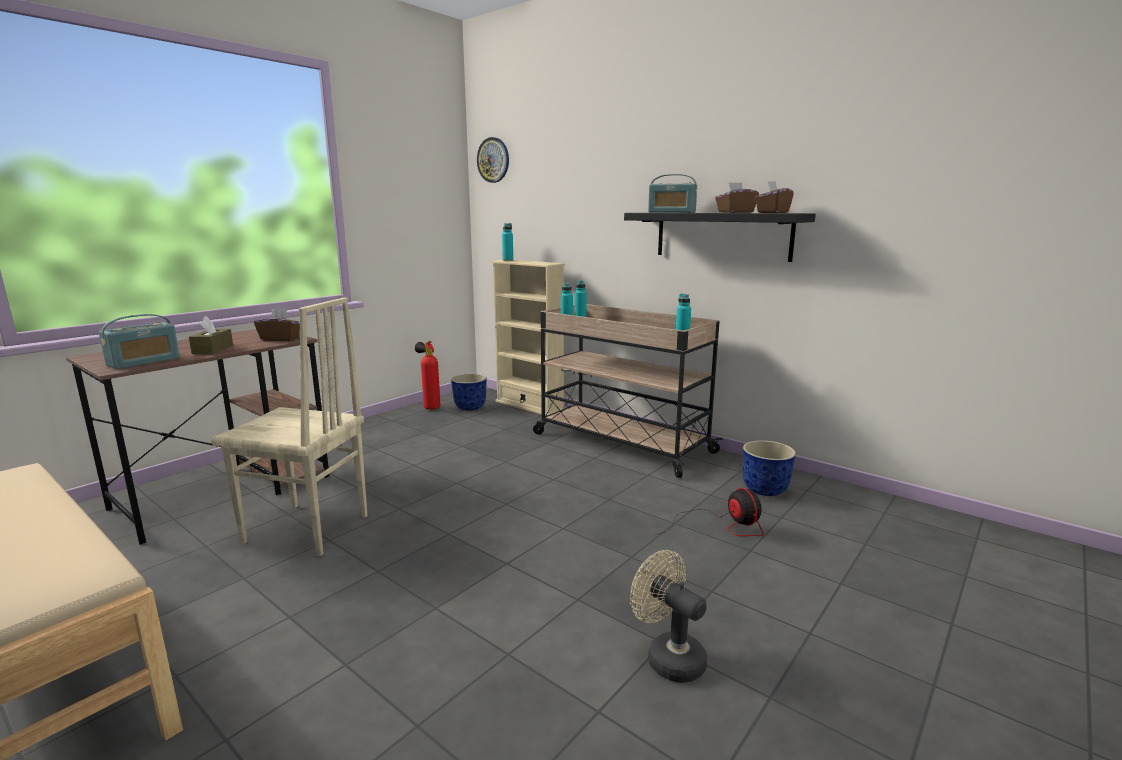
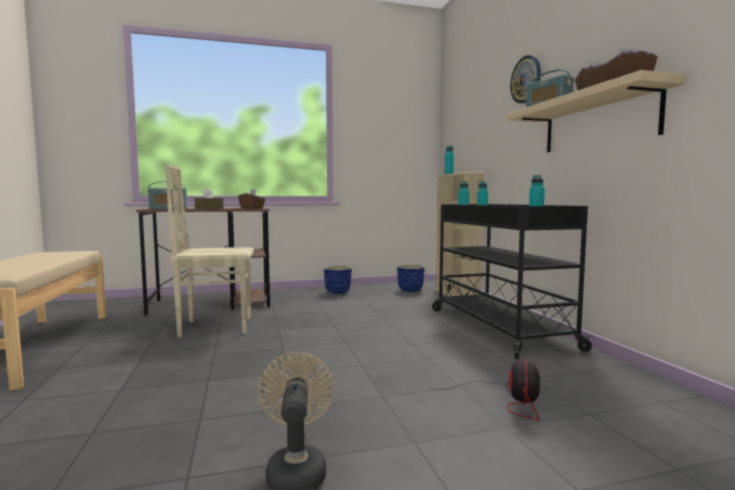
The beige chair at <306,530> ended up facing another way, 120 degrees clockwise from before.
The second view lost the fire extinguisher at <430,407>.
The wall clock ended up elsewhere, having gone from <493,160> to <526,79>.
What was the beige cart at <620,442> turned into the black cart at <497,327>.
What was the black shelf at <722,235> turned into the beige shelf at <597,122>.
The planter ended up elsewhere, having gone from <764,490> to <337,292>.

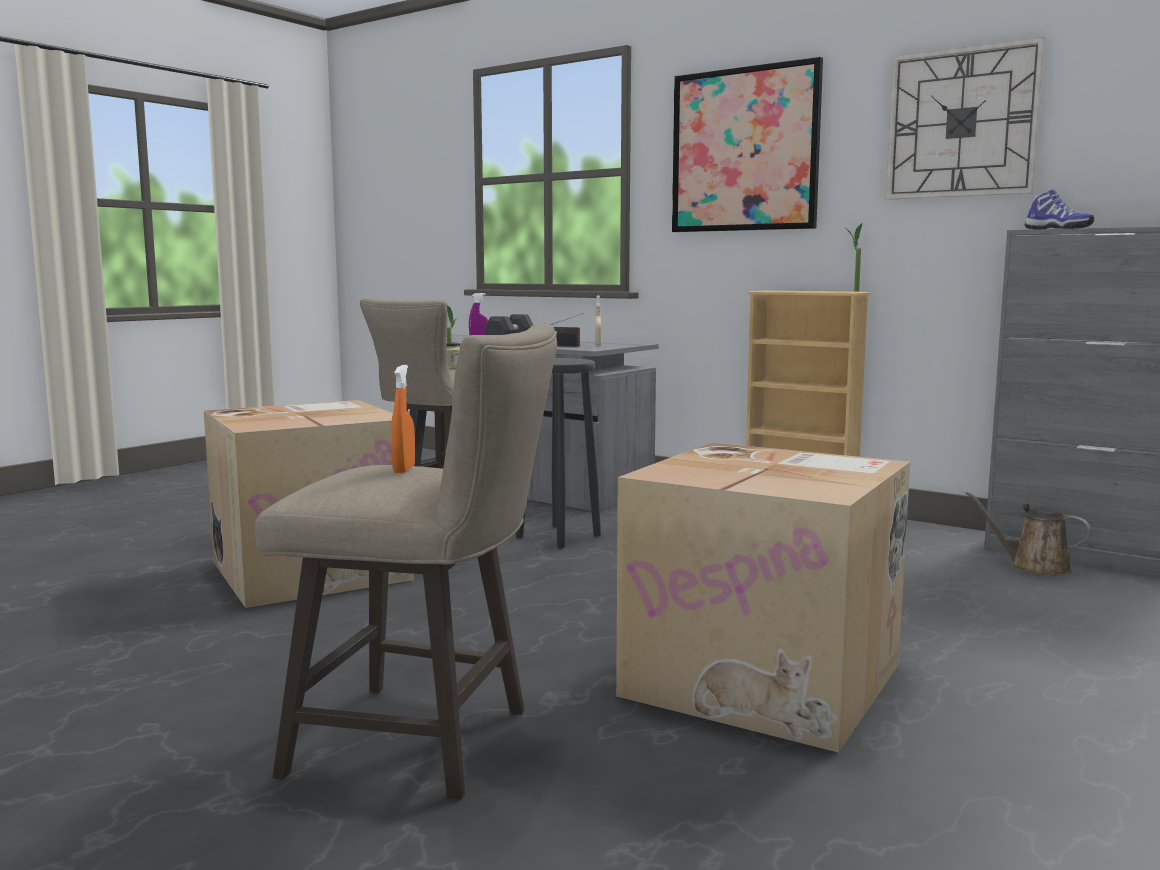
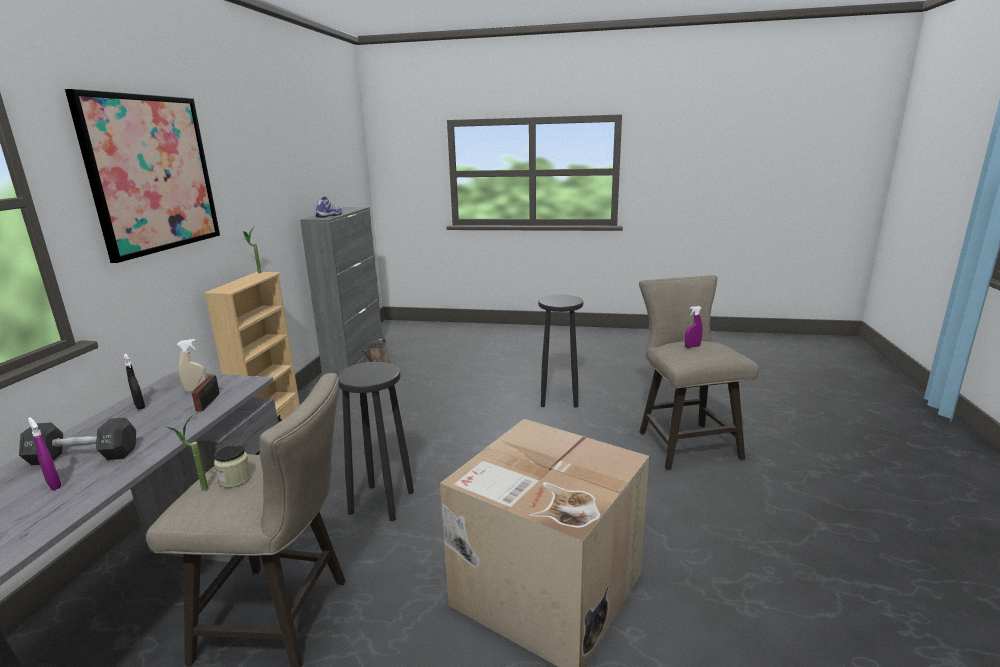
What was the orange spray bottle at <404,469> turned into the purple spray bottle at <692,347>.
Where the cardboard box stood at <767,679>, the black stool came to stand at <559,398>.
The second view lost the wall clock at <962,123>.
The second view gained the black spray bottle at <140,406>.

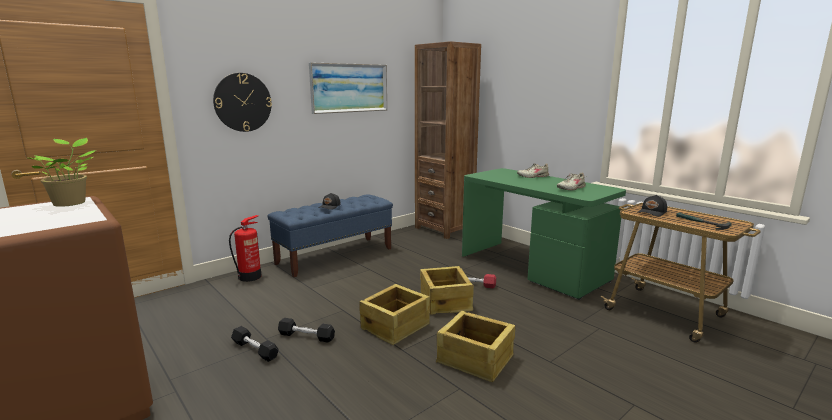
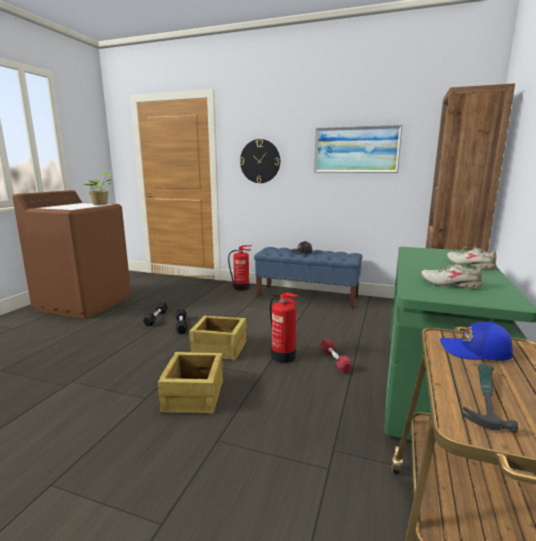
Where the crate stood at <445,301>, the fire extinguisher came to stand at <283,357>.
What was the black cap at <652,212> turned into the blue cap at <475,351>.

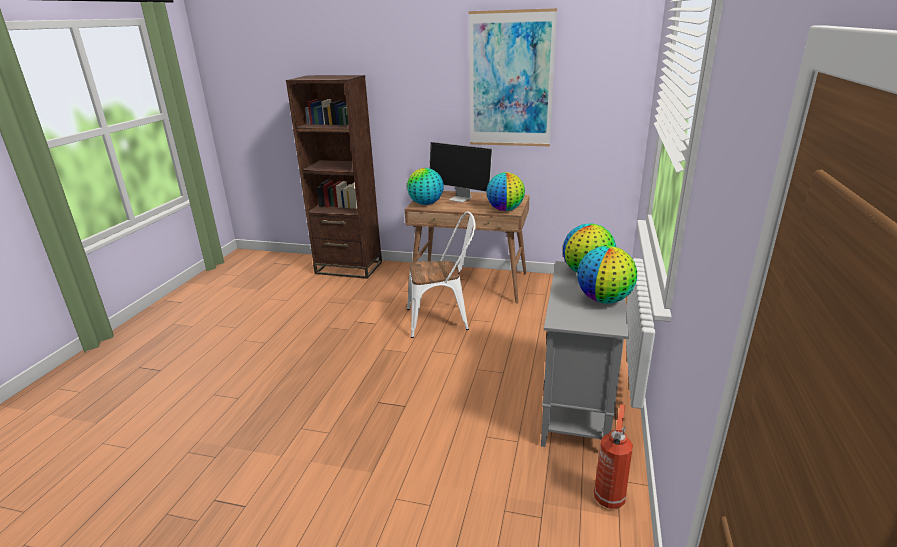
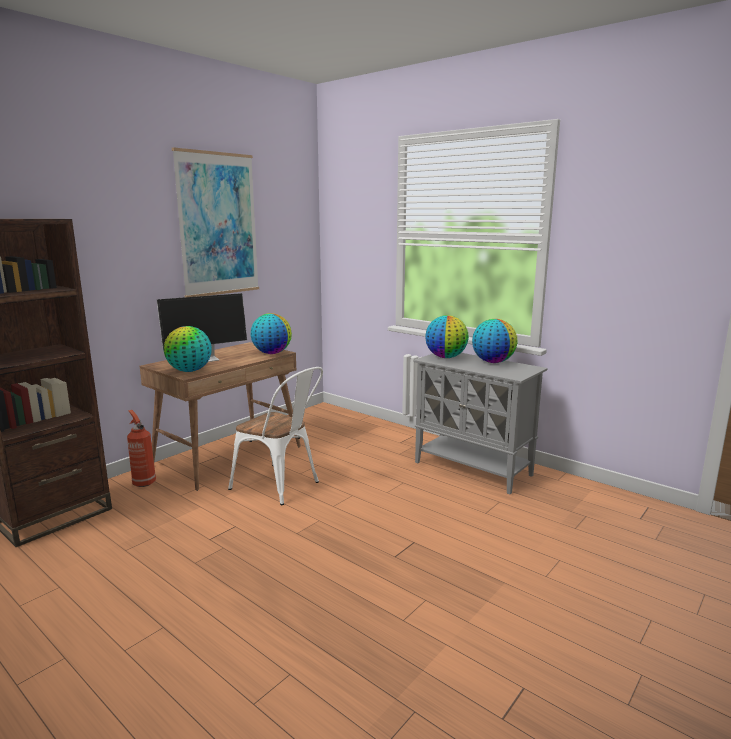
The white chair at <443,319> ended up facing another way, 105 degrees clockwise from before.
The fire extinguisher ended up elsewhere, having gone from <609,496> to <143,482>.

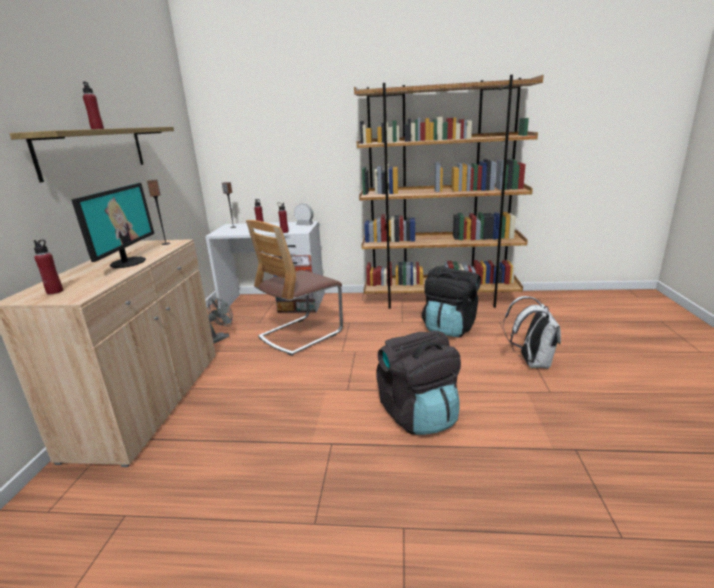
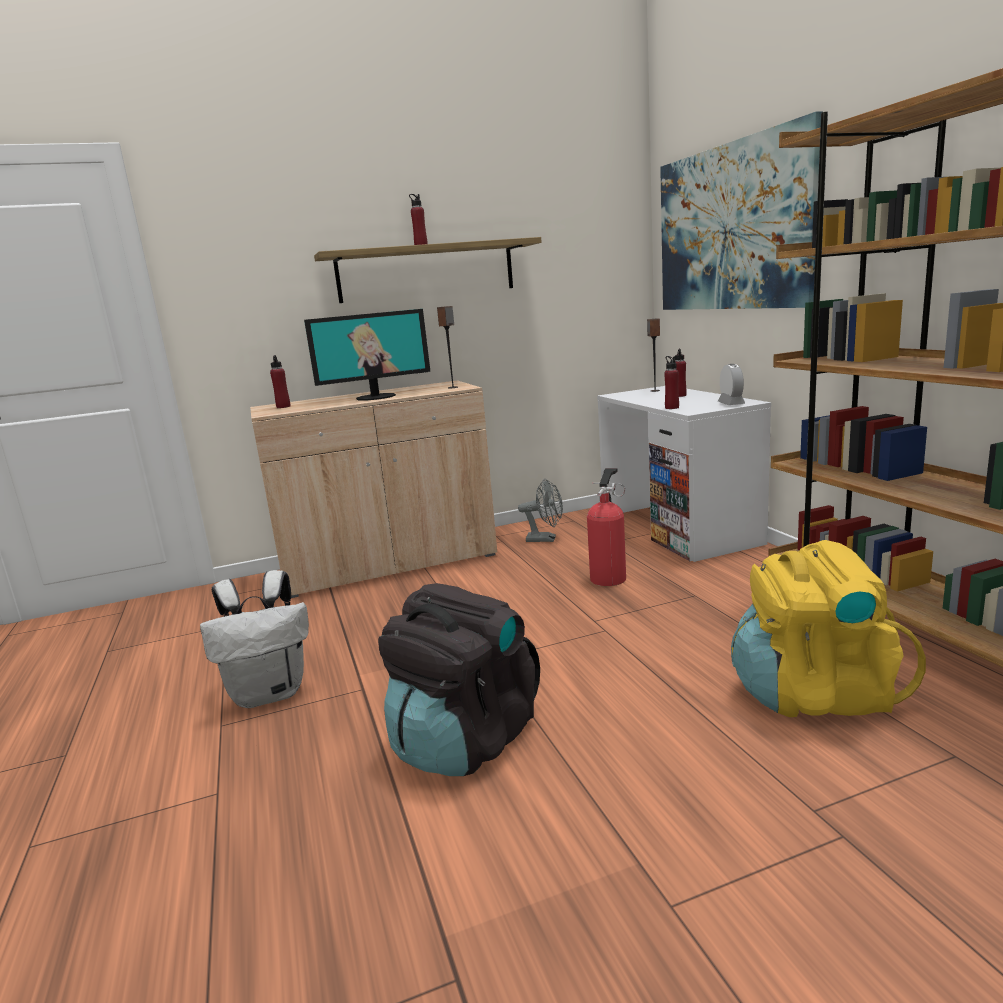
Where the chair stood at <301,334>, the fire extinguisher came to stand at <609,577>.
What was the black backpack at <450,328> turned into the yellow backpack at <814,694>.
The white backpack ended up elsewhere, having gone from <532,362> to <271,693>.
The second view gained the picture at <731,228>.

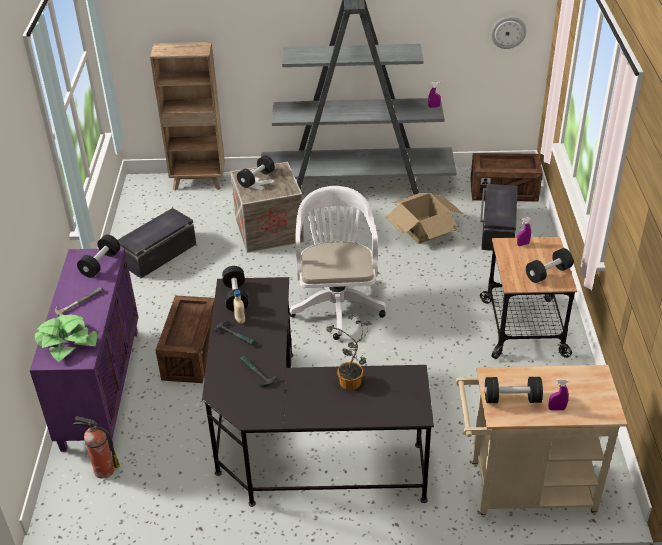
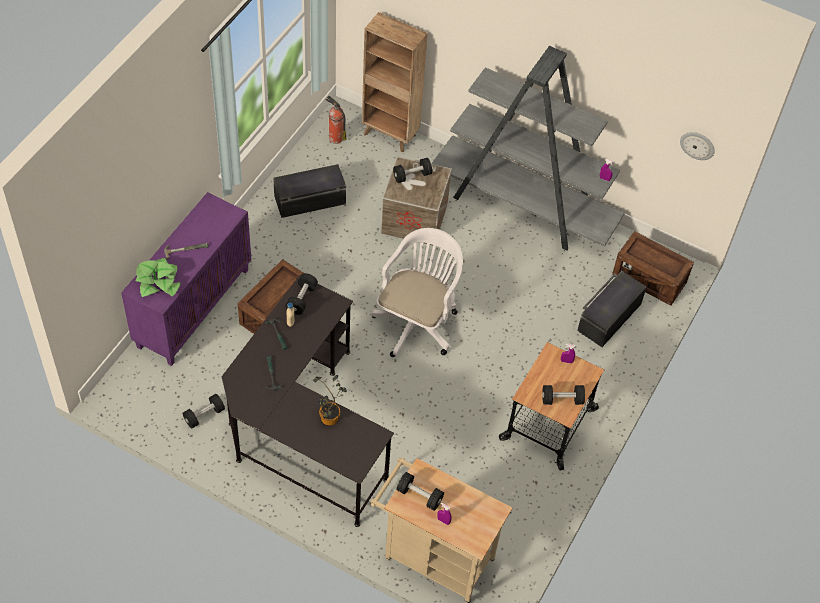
The fire extinguisher ended up elsewhere, having gone from <103,470> to <335,138>.
The black dumbbell ended up elsewhere, having gone from <100,264> to <204,415>.
The second view lost the cardboard box at <423,229>.

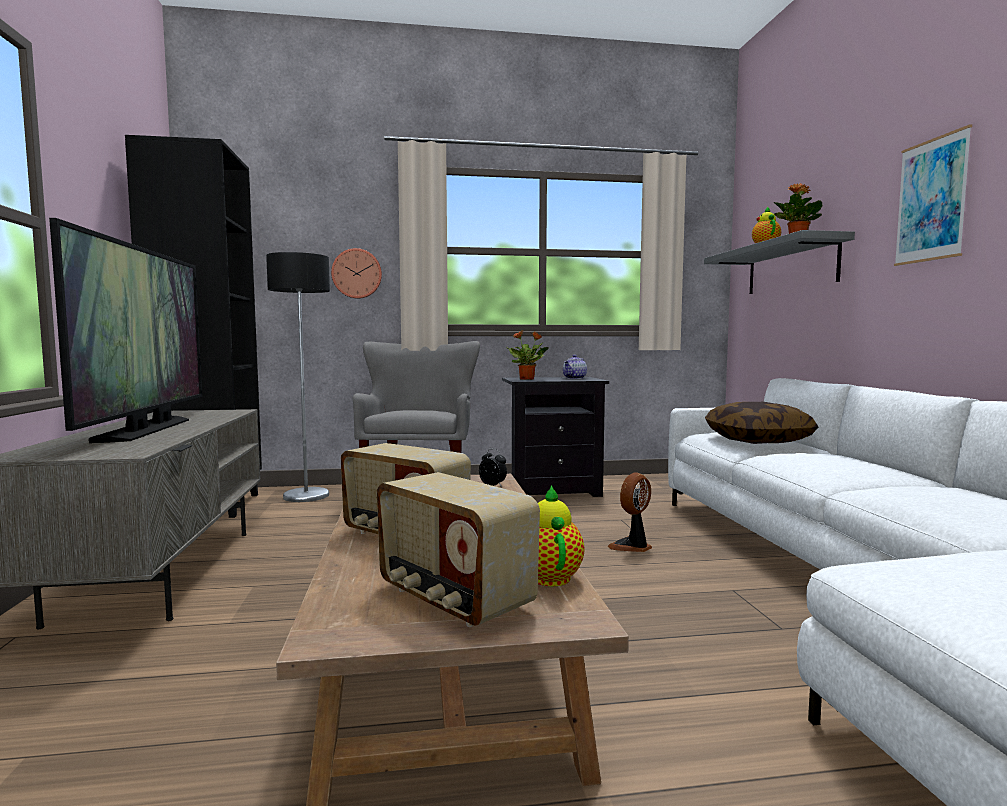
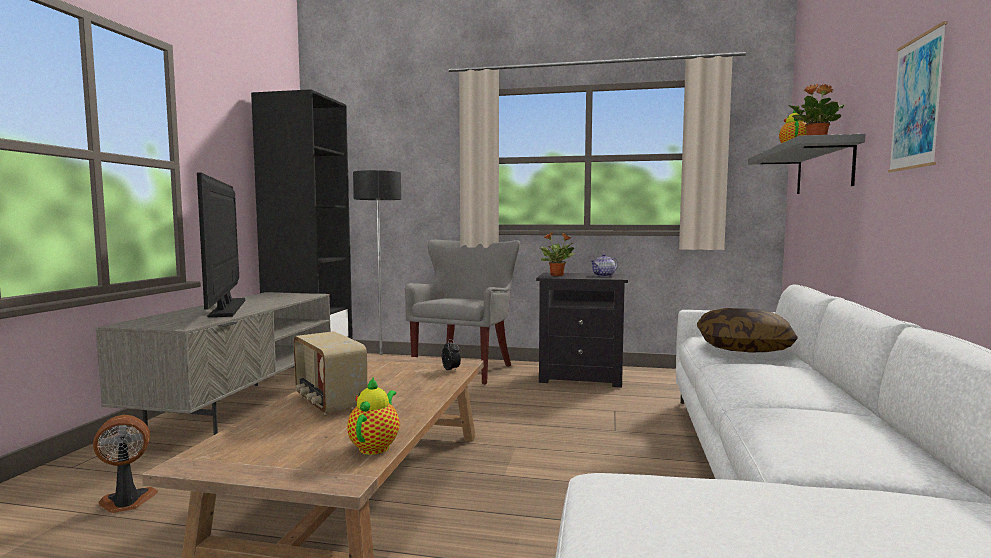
The television at <146,430> ended up facing another way, 150 degrees clockwise from before.
The second view lost the wall clock at <357,274>.
The second view lost the radio at <452,598>.
The fan ended up elsewhere, having gone from <632,547> to <127,502>.

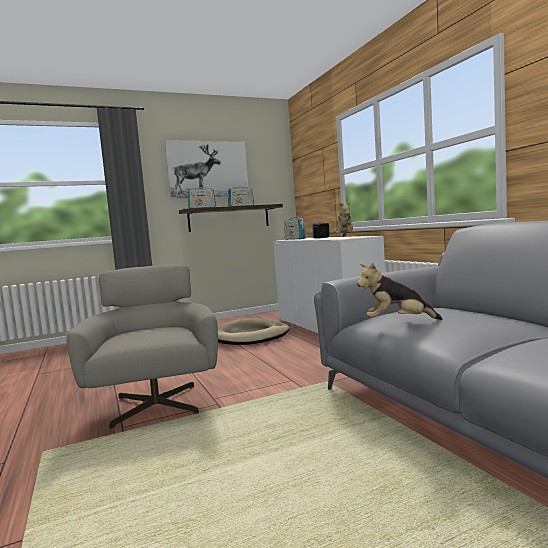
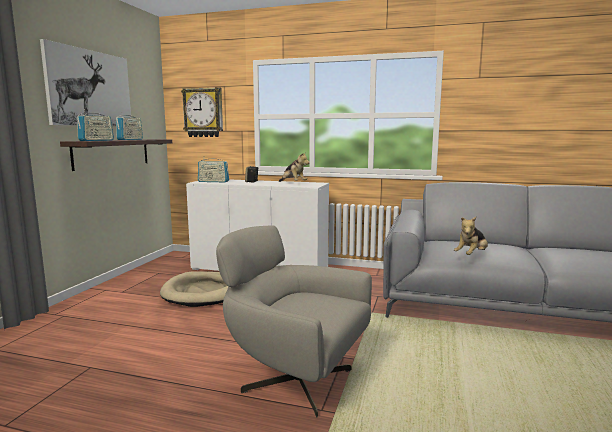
The second view gained the wall clock at <203,112>.

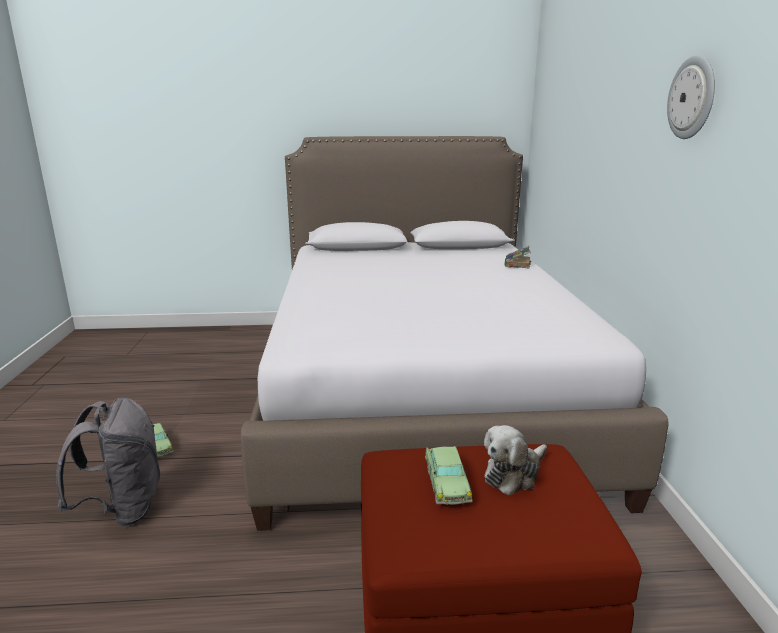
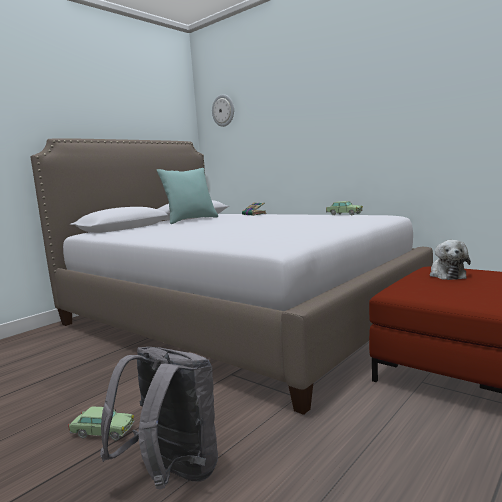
The toy car ended up elsewhere, having gone from <446,484> to <344,214>.
The wall clock ended up elsewhere, having gone from <692,98> to <223,110>.
The second view gained the turquoise pillow at <190,220>.

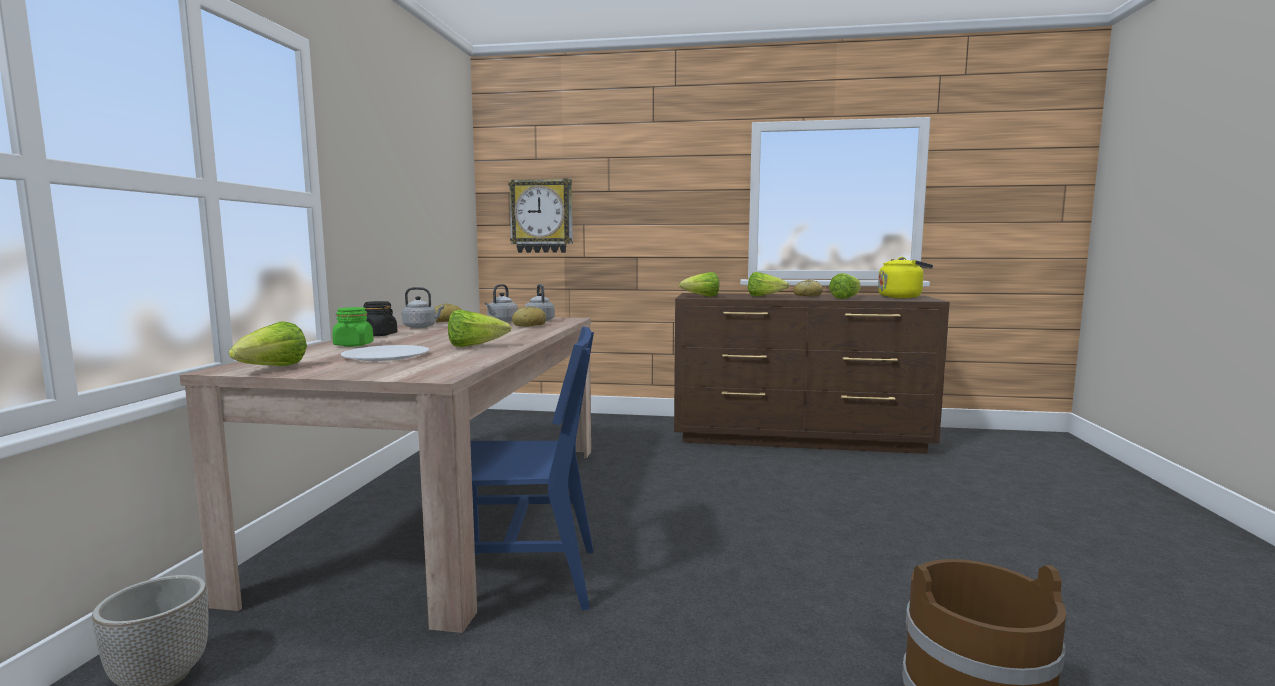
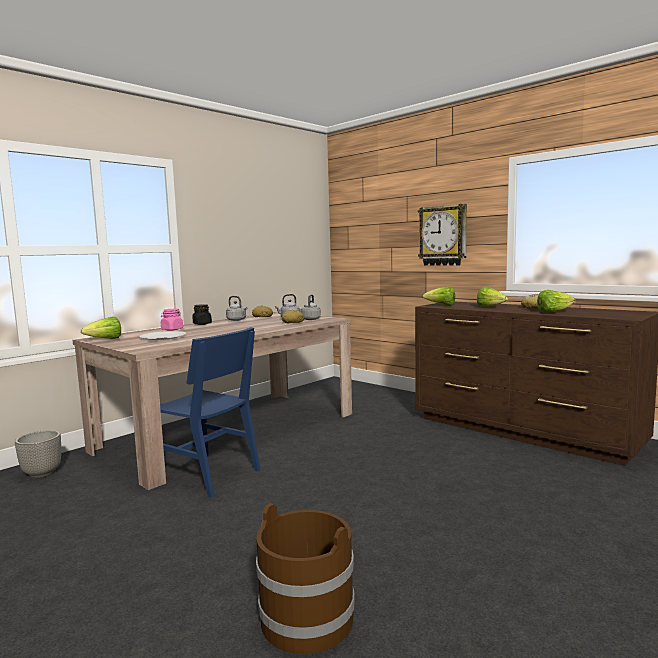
What was the green jar at <353,345> turned into the pink jar at <172,329>.
The second view lost the lettuce at <474,346>.
The wall clock ended up elsewhere, having gone from <542,216> to <443,236>.
The second view lost the yellow kettle at <901,297>.

